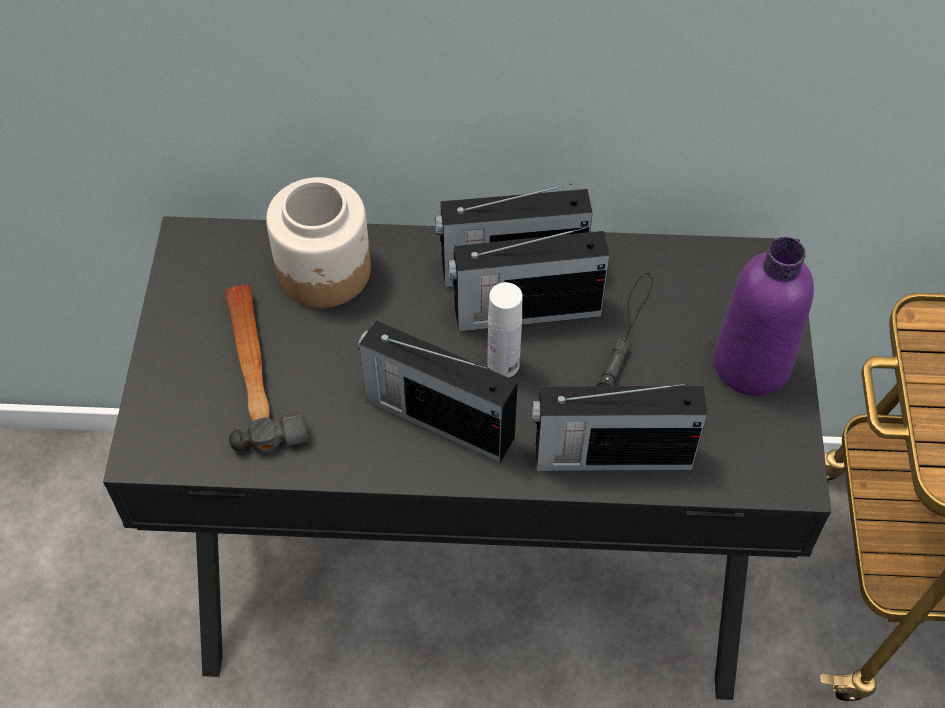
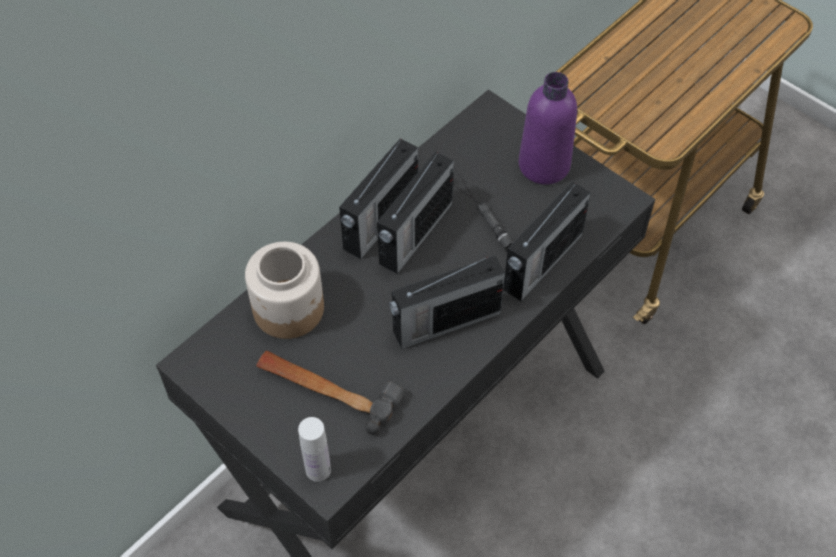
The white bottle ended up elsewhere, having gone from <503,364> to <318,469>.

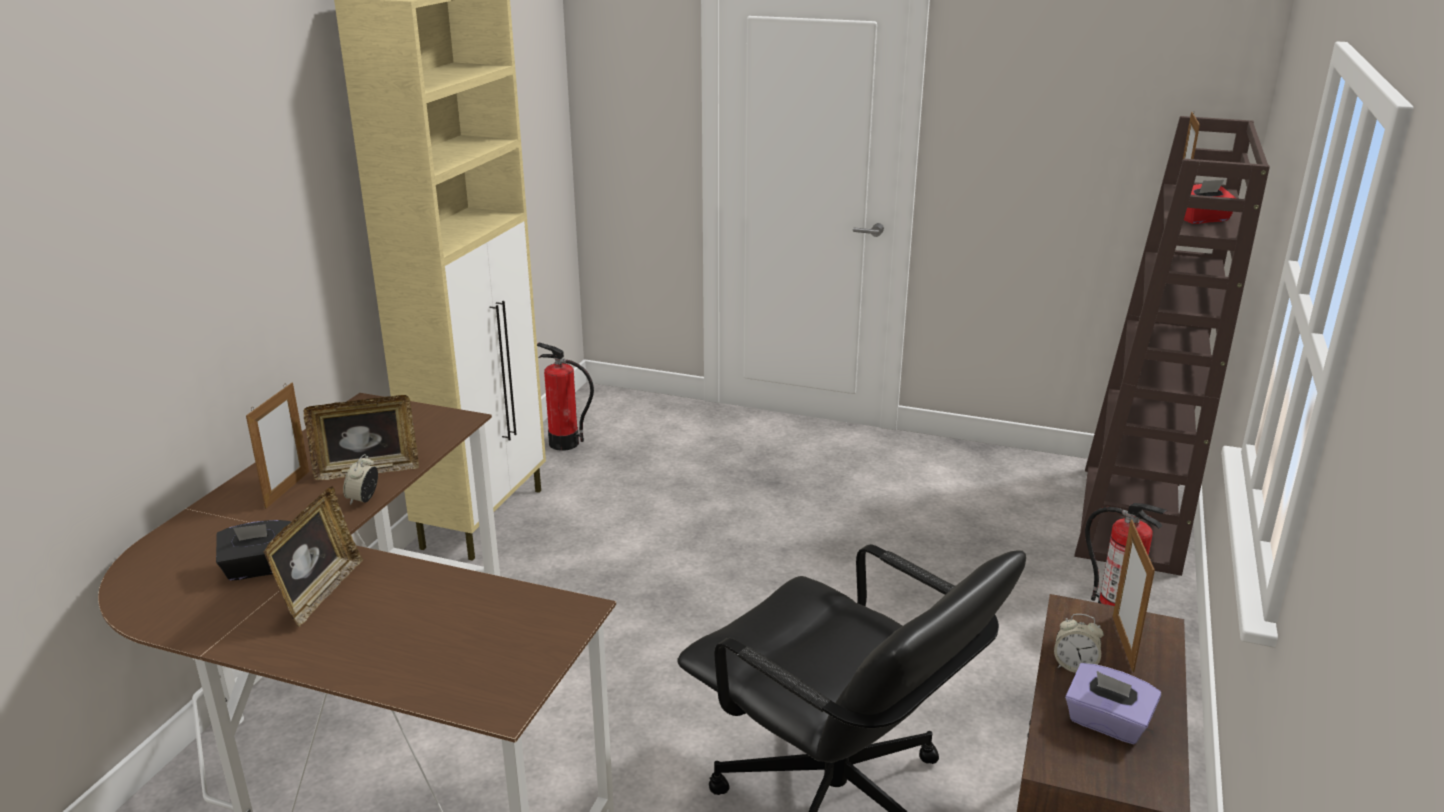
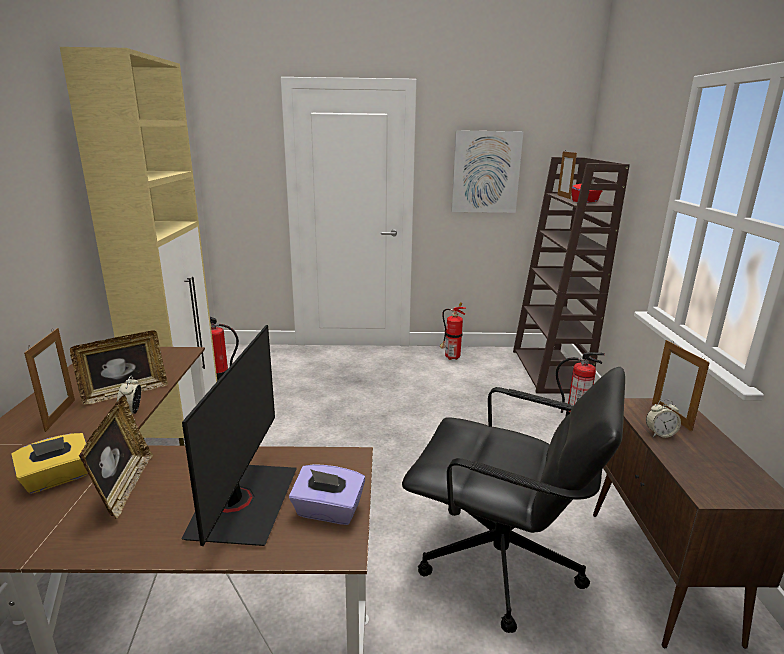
What was the black tissue box at <260,568> turned into the yellow tissue box at <57,478>.
The purple tissue box ended up elsewhere, having gone from <1107,723> to <328,511>.
The second view gained the monitor at <242,503>.
The second view gained the fire extinguisher at <450,357>.
The second view gained the picture at <486,172>.

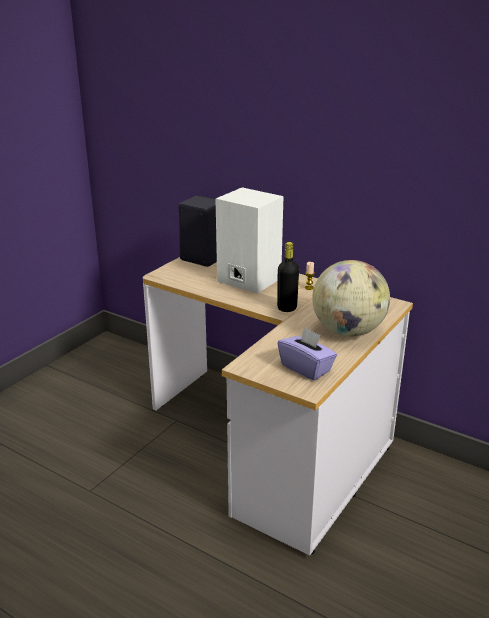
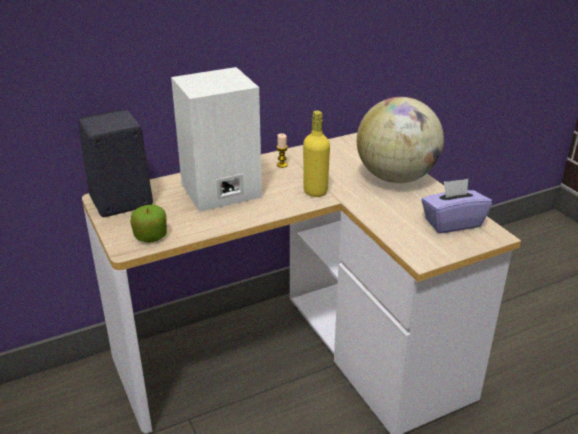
What was the black bottle at <287,308> turned into the yellow bottle at <315,191>.
The second view gained the apple at <150,236>.

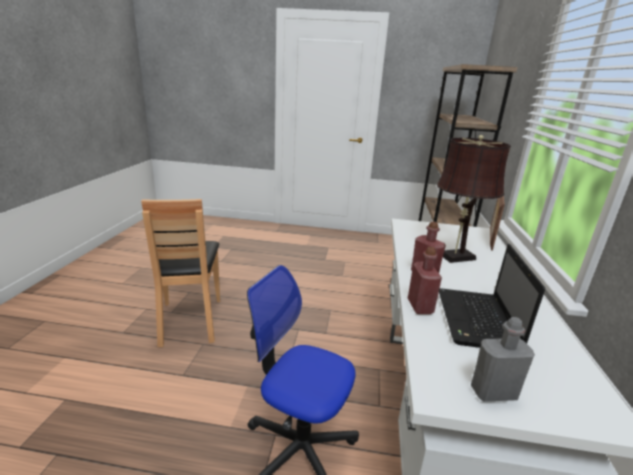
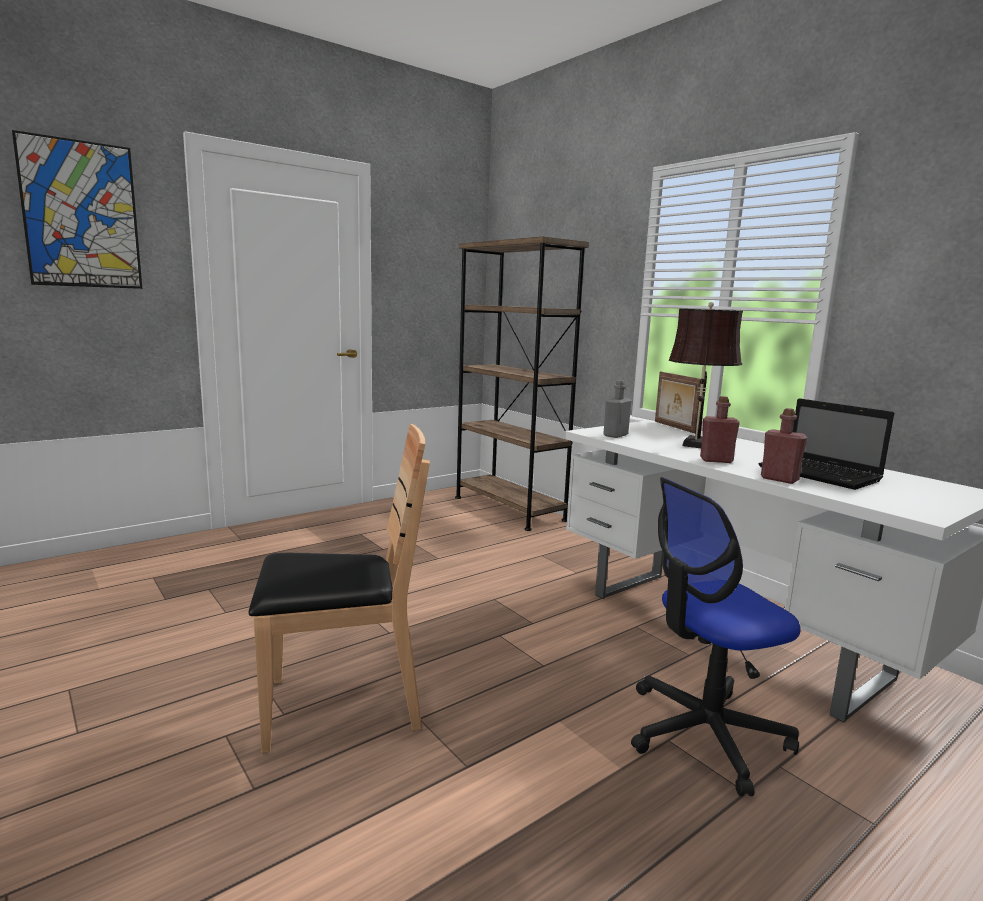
The brown chair at <190,321> ended up facing another way, 45 degrees counterclockwise from before.
The grey bottle ended up elsewhere, having gone from <493,392> to <615,435>.
The second view gained the picture at <81,215>.

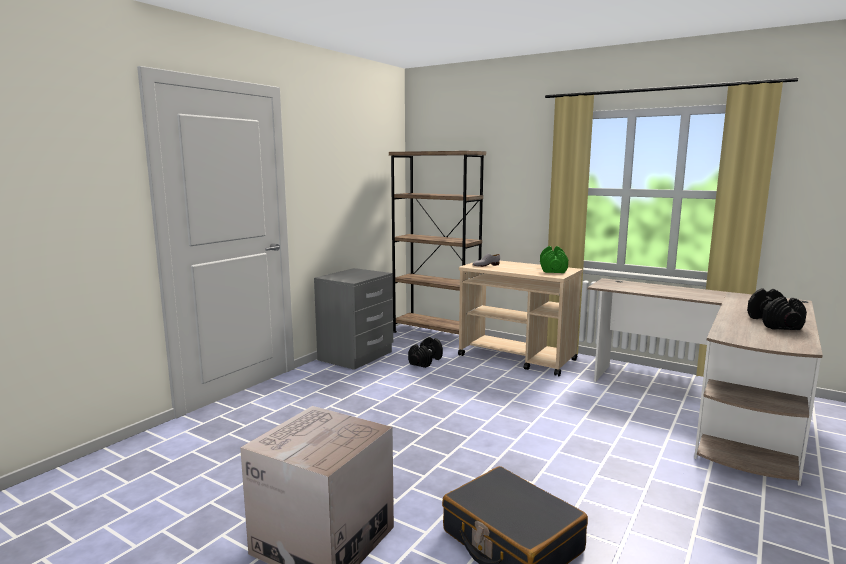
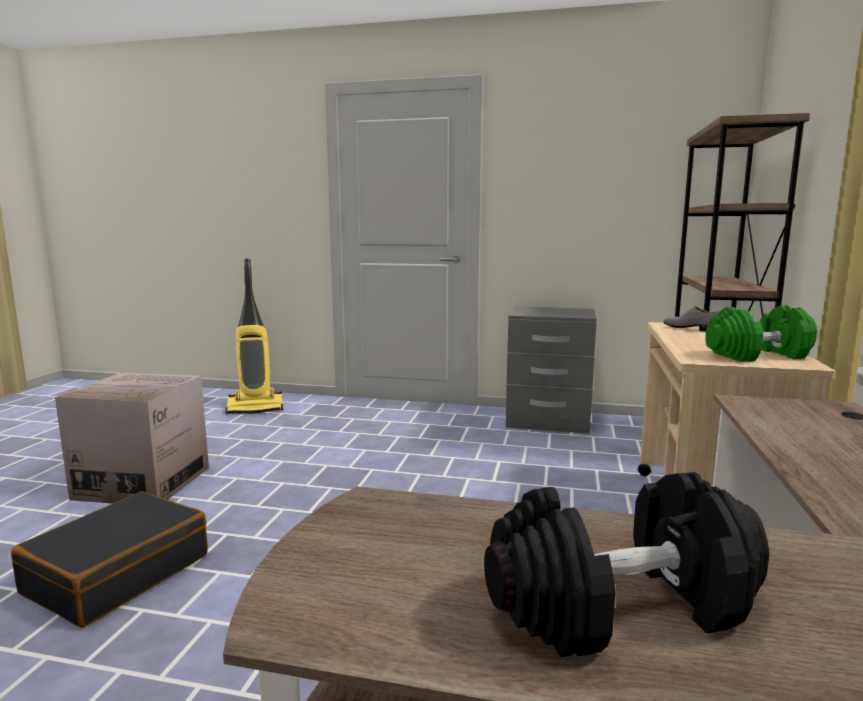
The second view lost the black dumbbell at <425,361>.
The second view gained the vacuum cleaner at <256,408>.

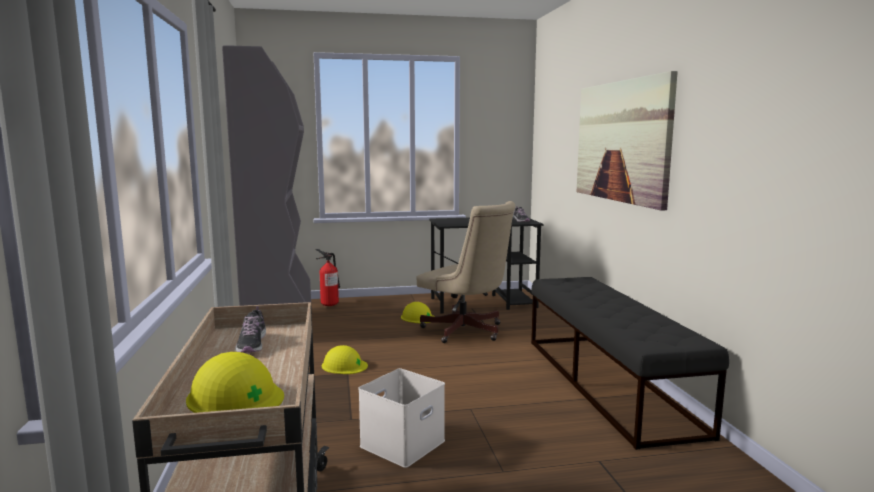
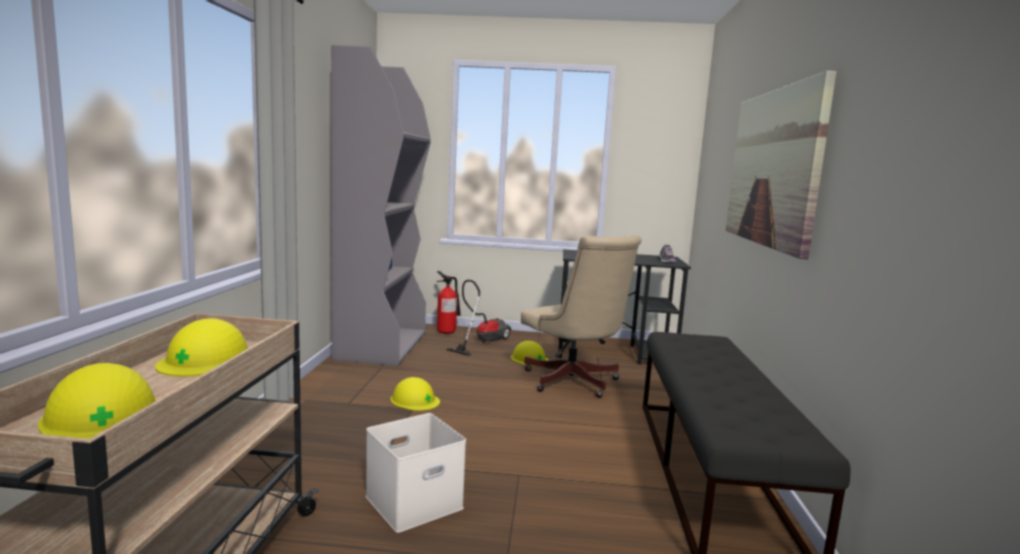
Where the shoe stood at <252,344>, the yellow hard hat came to stand at <206,359>.
The second view gained the vacuum cleaner at <482,341>.

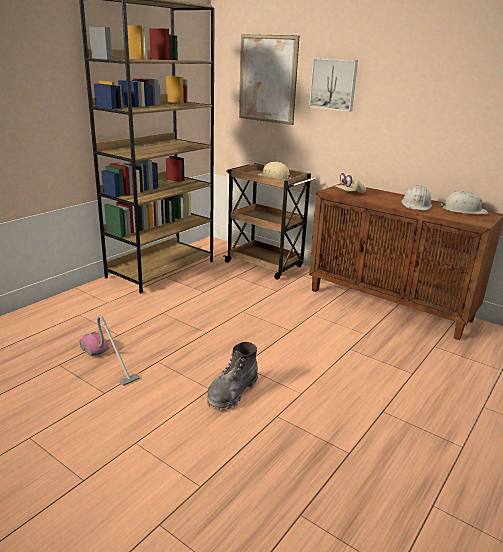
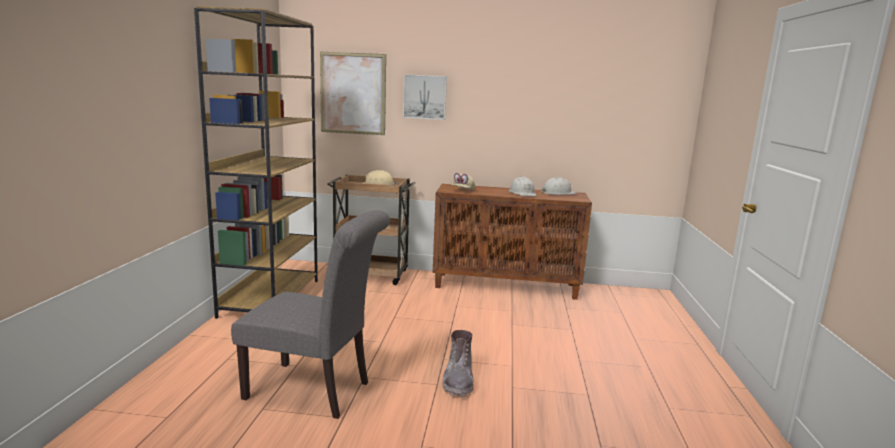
Where the vacuum cleaner stood at <108,362>, the grey chair came to stand at <315,391>.

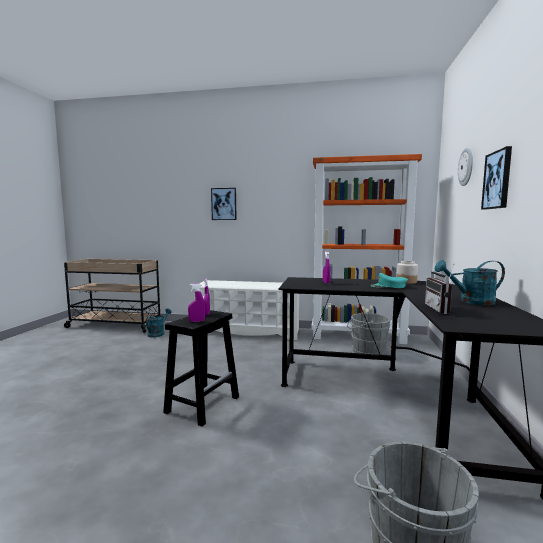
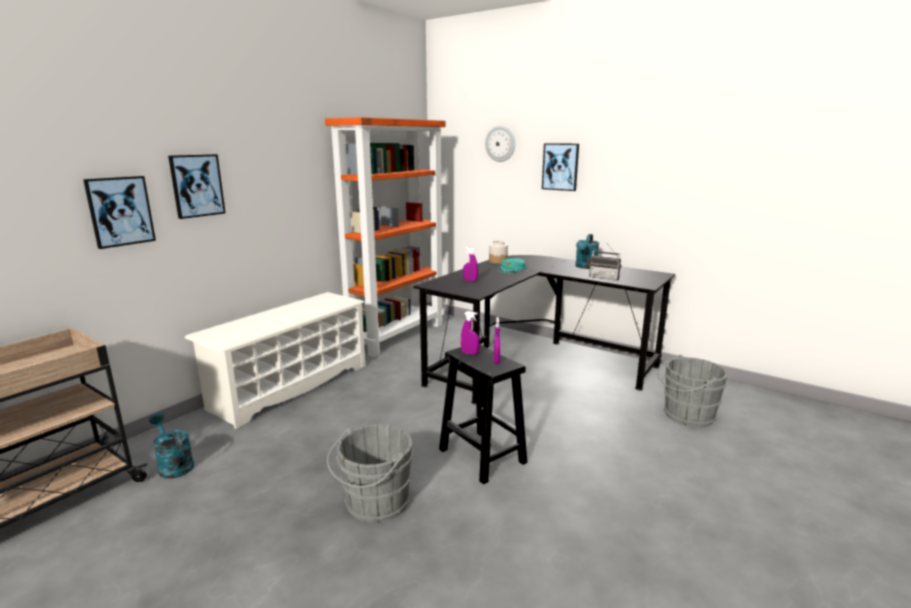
The grey bucket ended up elsewhere, having gone from <366,351> to <374,504>.
The second view gained the picture at <120,211>.

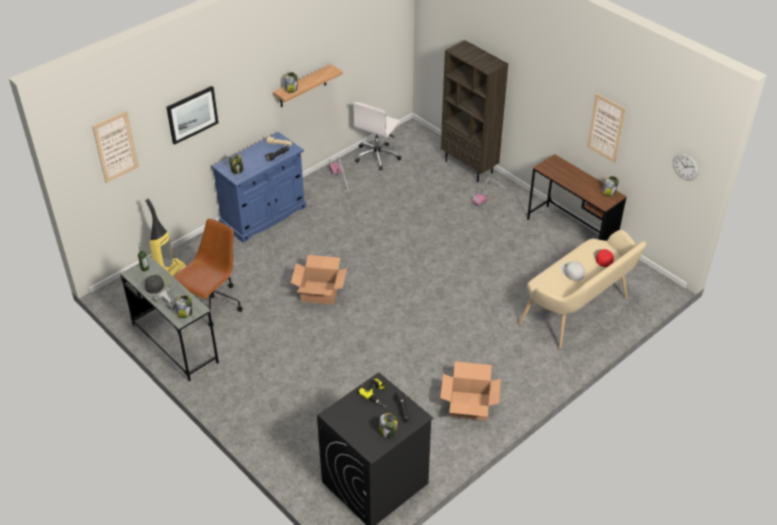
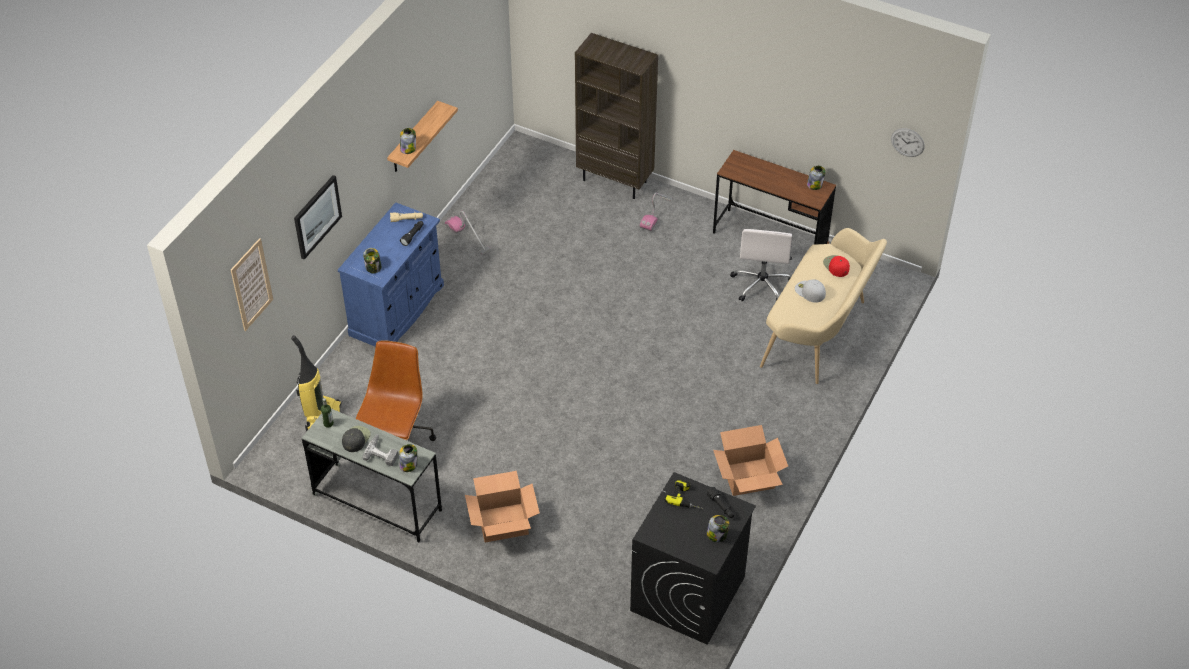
The cardboard box ended up elsewhere, having gone from <319,292> to <502,522>.
The white office chair ended up elsewhere, having gone from <377,156> to <762,284>.
The second view lost the picture at <606,128>.

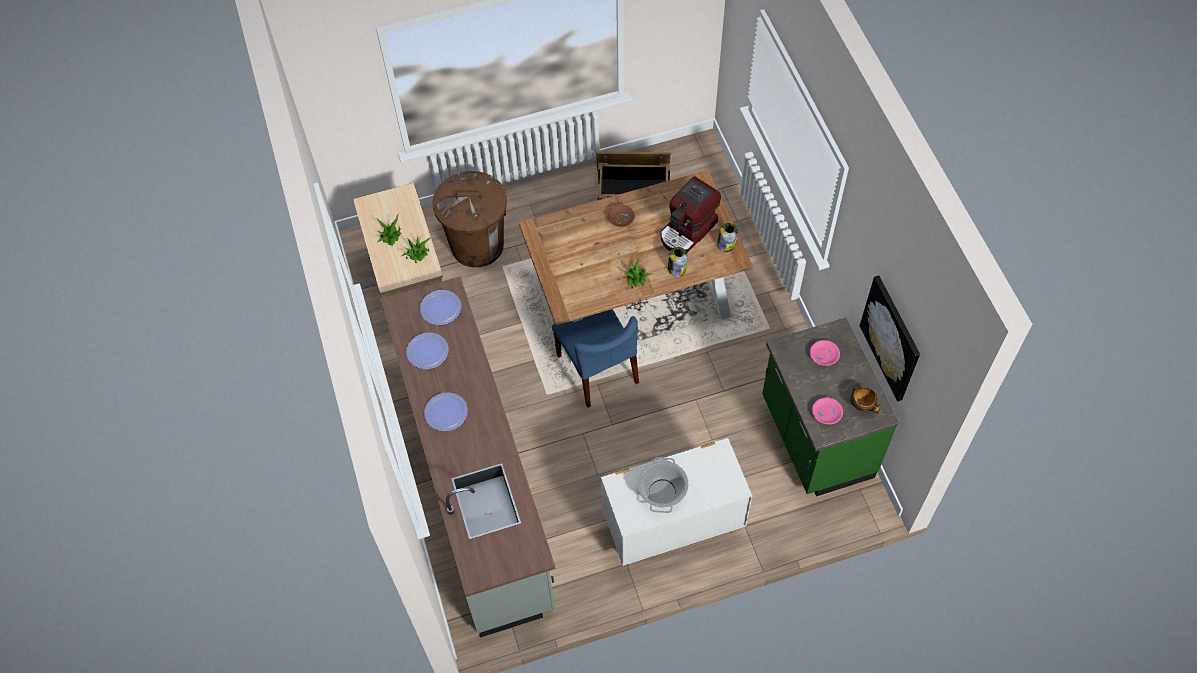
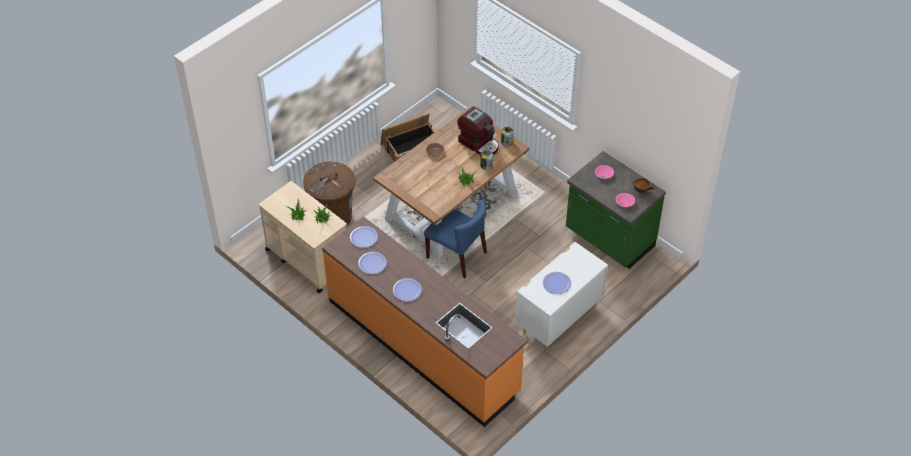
What was the grey counter at <476,480> turned into the orange counter at <423,345>.
Where the cooking pot stood at <662,491>, the plate came to stand at <556,283>.
The coffee machine at <688,230> ended up facing another way, 60 degrees counterclockwise from before.
The second view lost the picture at <891,338>.

